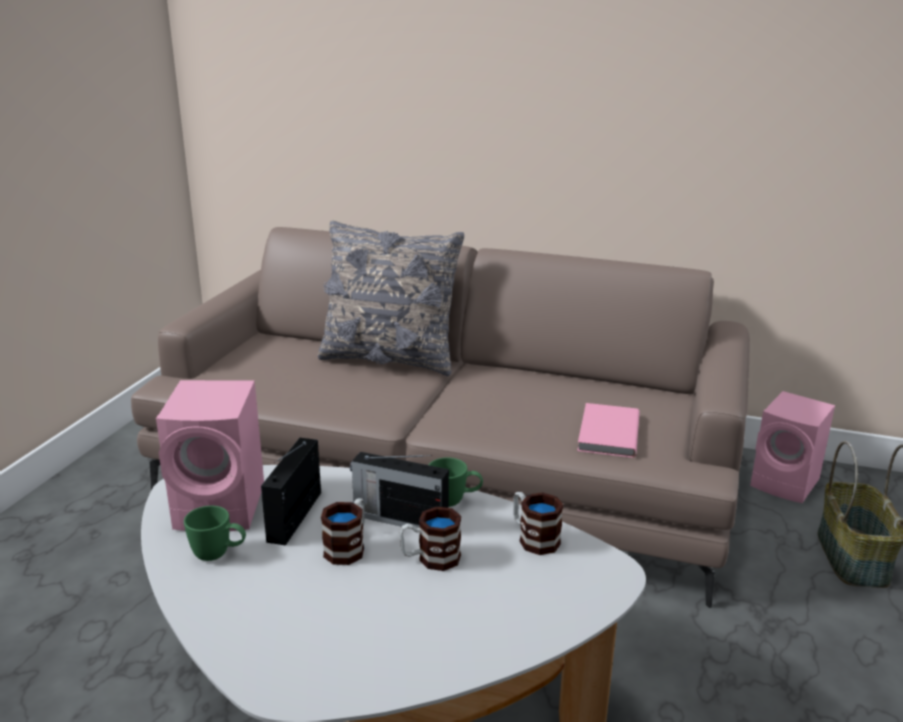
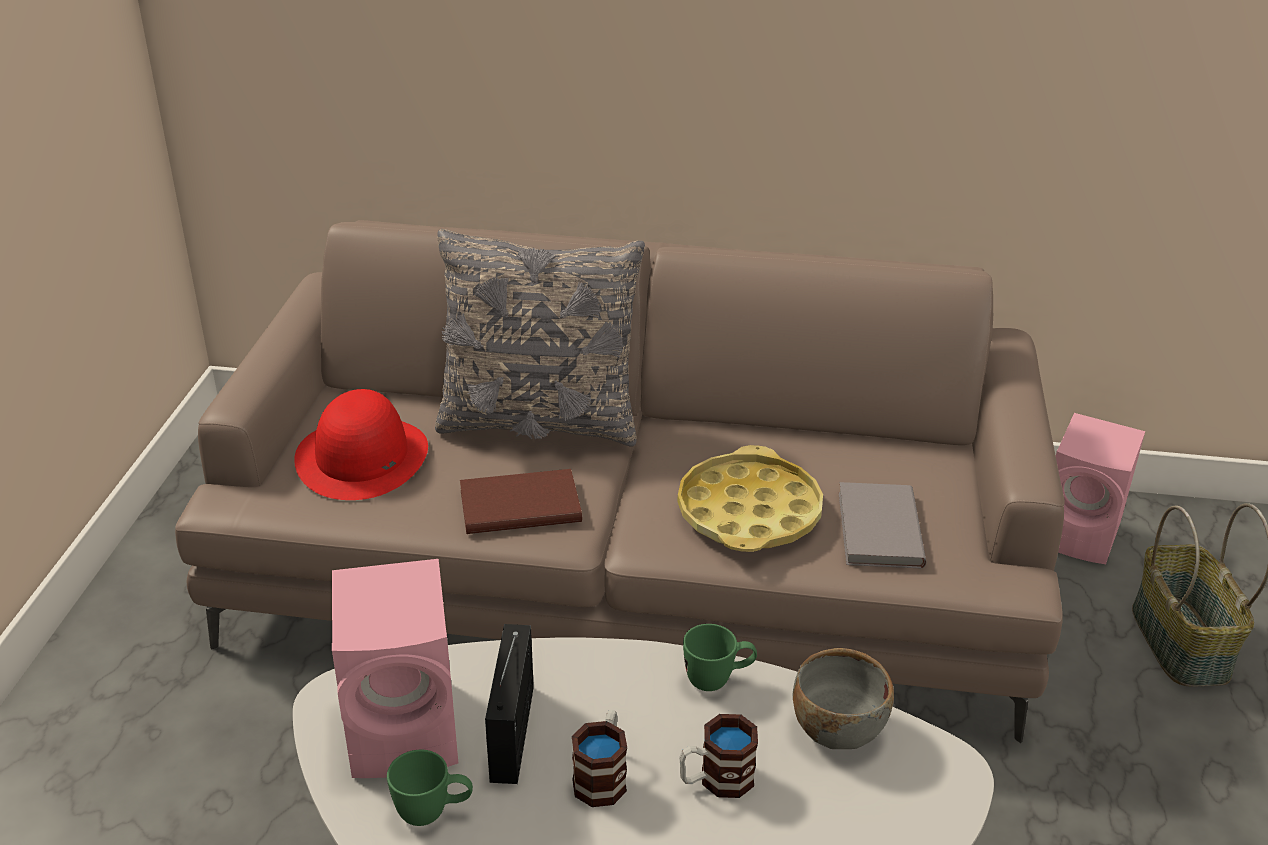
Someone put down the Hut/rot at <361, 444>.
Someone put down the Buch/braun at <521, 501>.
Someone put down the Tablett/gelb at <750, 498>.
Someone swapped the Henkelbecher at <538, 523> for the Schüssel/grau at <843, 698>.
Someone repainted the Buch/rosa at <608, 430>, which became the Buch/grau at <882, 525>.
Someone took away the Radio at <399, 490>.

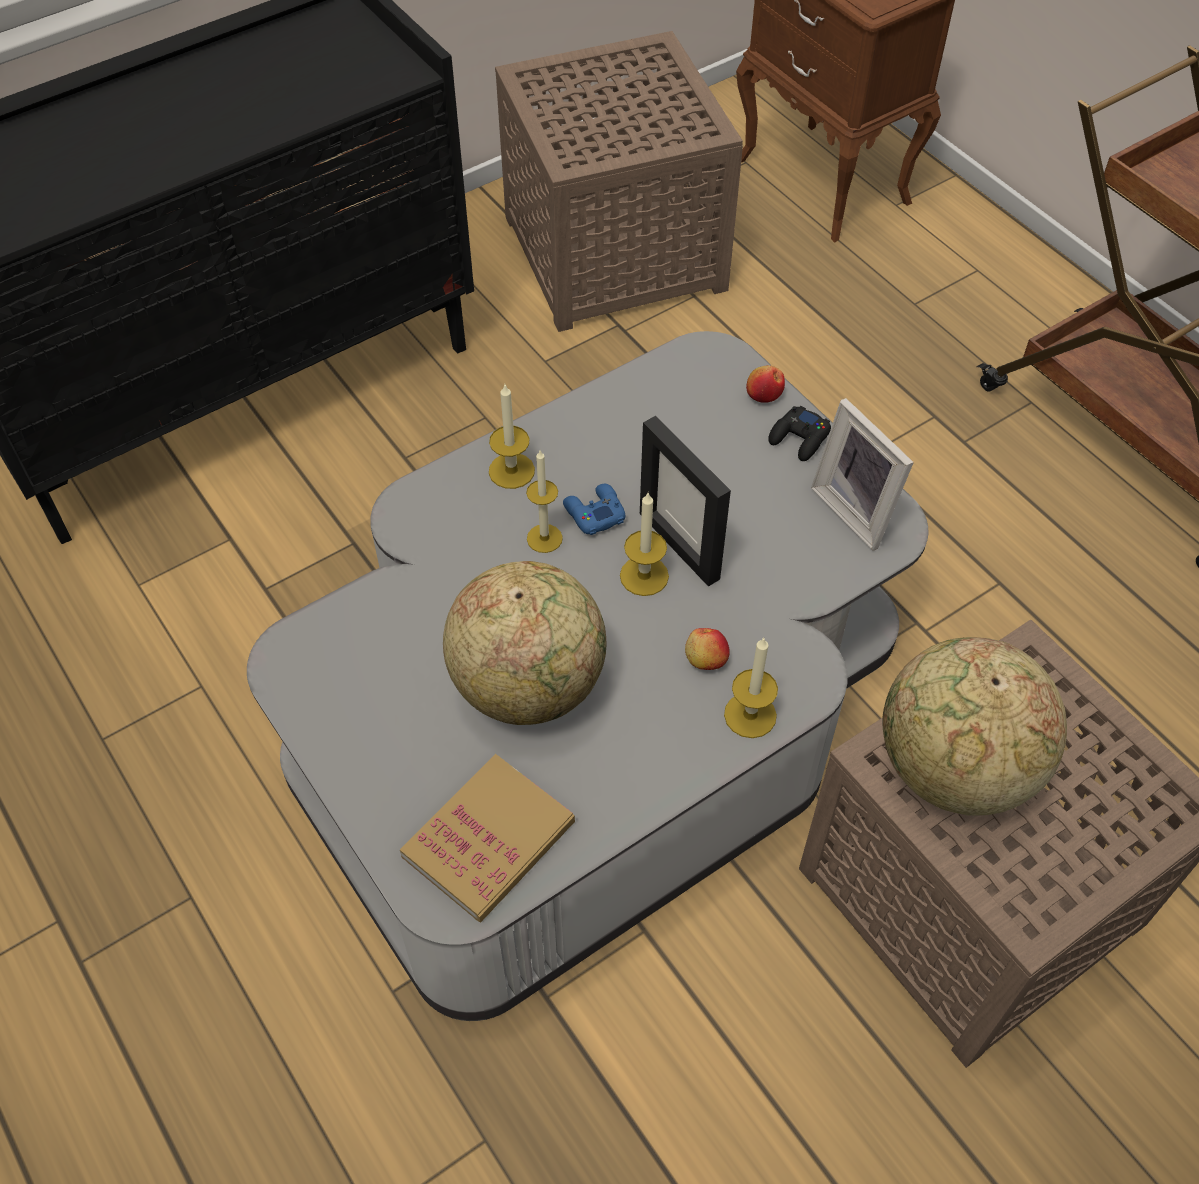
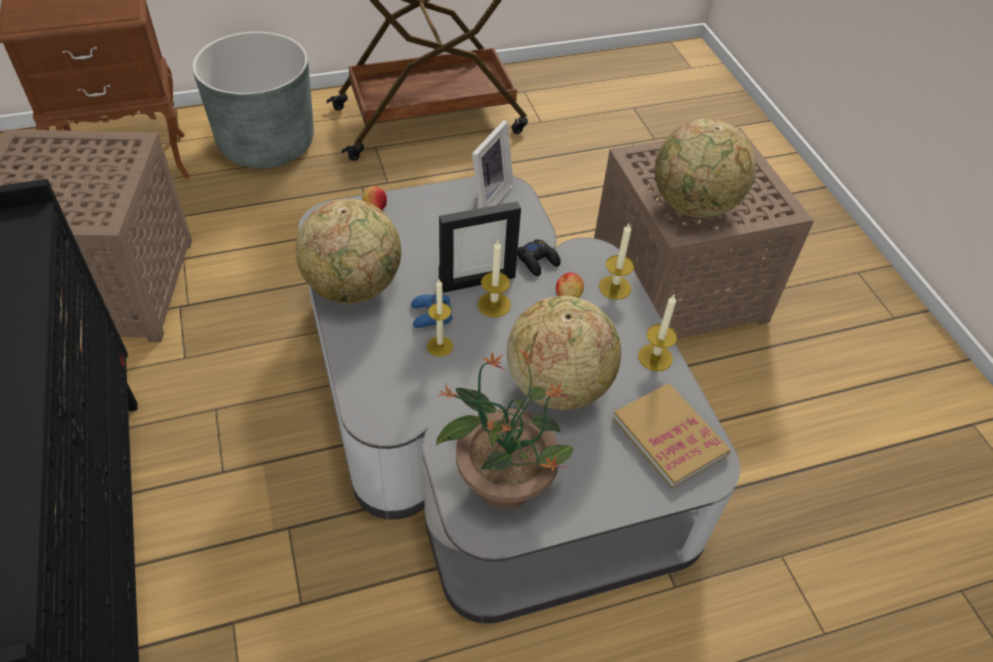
Someone put down the Pflanzkübel/grau at <253, 99>.
Someone put down the Globus at <348, 251>.
Someone put down the Topfpflanze at <504, 429>.
Someone rotated the Bilderrahmen at <862, 474> by 45 degrees counterclockwise.
Someone carried the Gamepad/schwarz from <799, 433> to <539, 257>.
Someone carried the Kerze from <512, 437> to <657, 333>.

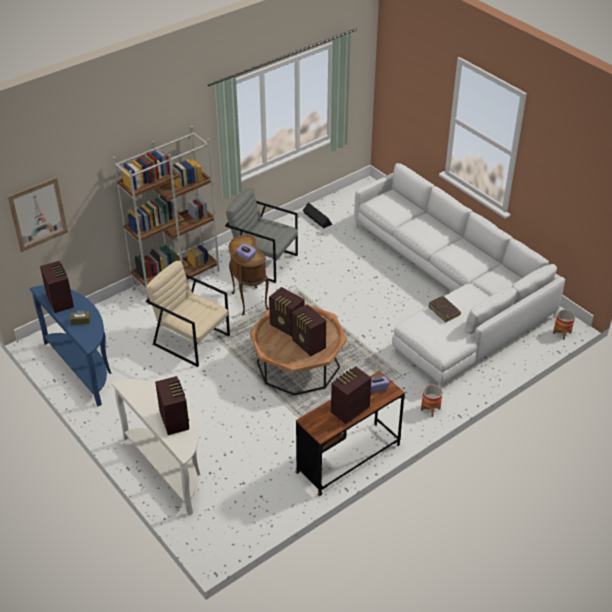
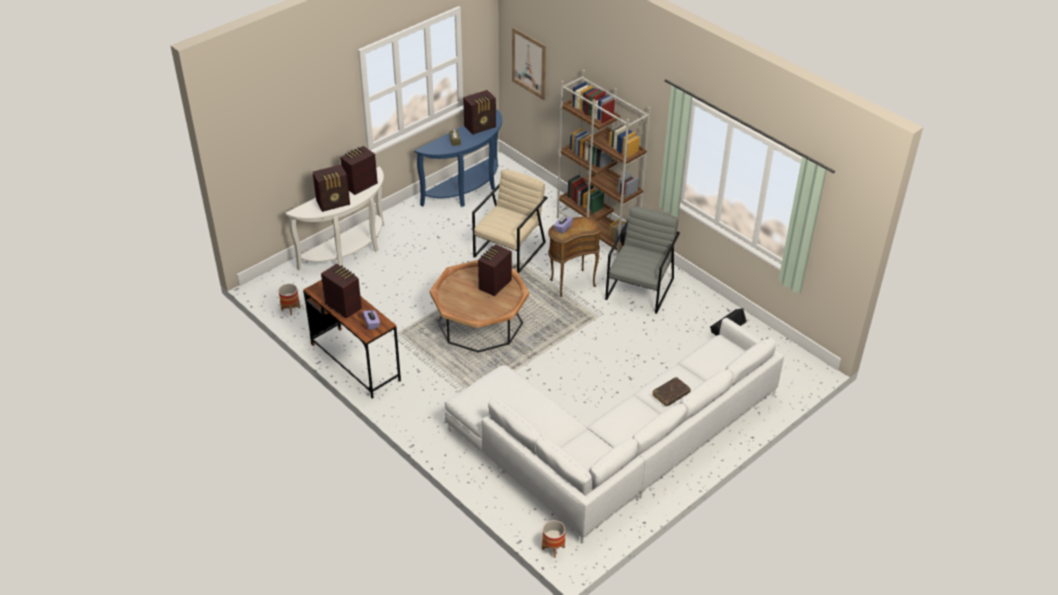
Someone carried the Pflanzkübel from <431, 401> to <290, 299>.
Someone carried the Radio from <309, 330> to <359, 170>.
Someone carried the Buch/braun from <444, 309> to <671, 392>.

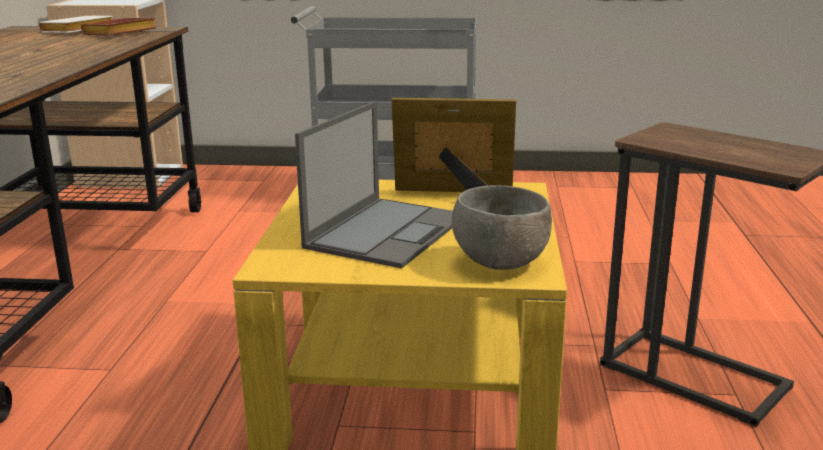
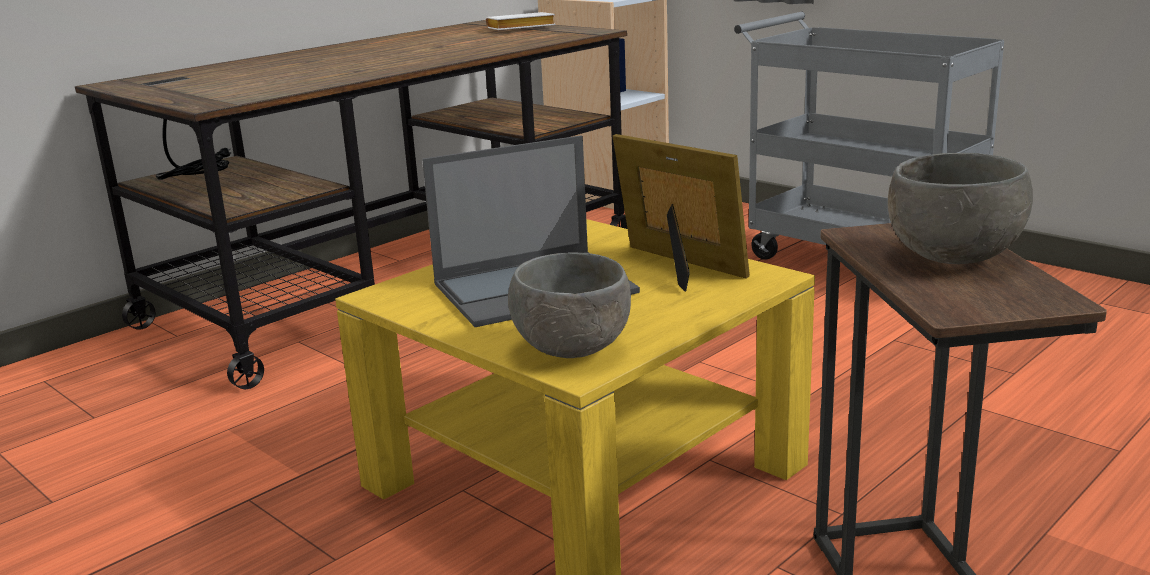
Someone put down the Schüssel/grau at <960, 208>.
Someone took away the Buch/braun at <118, 27>.

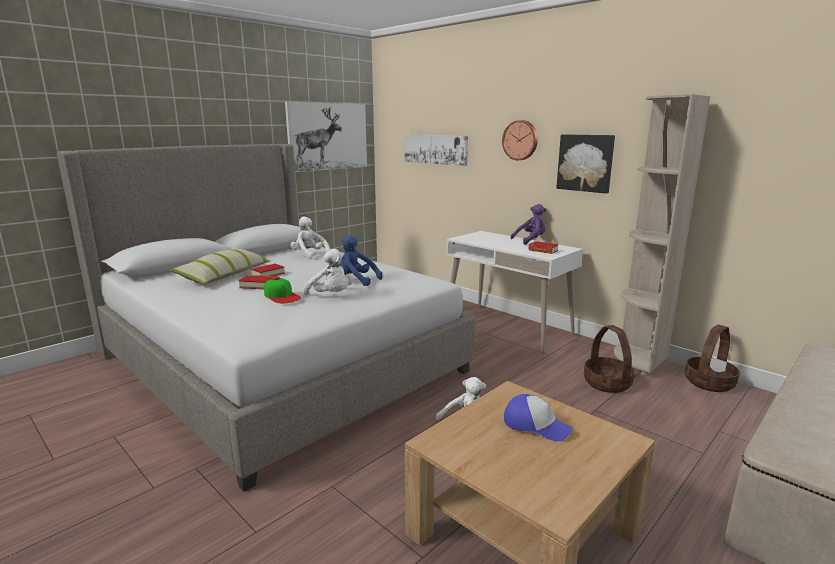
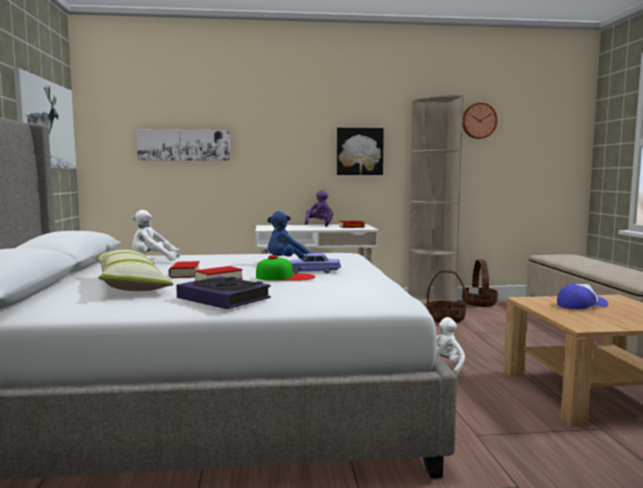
Someone put down the Buch at <223, 292>.
Someone swapped the Plüschtier/weiß at <328, 272> for the Spielzeugauto at <315, 263>.
Someone carried the Wanduhr from <520, 140> to <480, 121>.

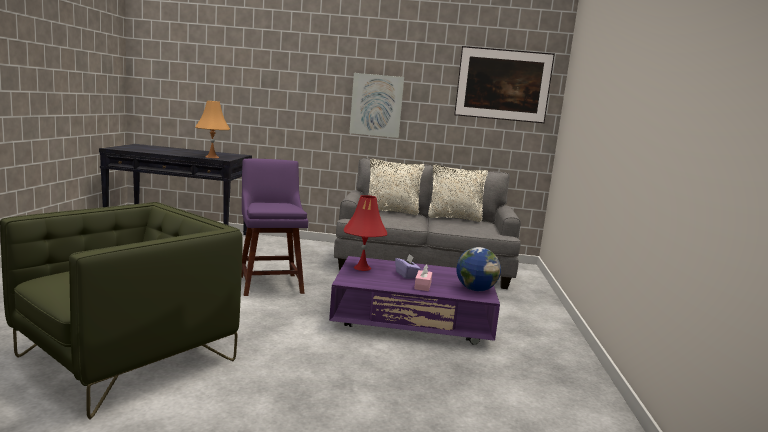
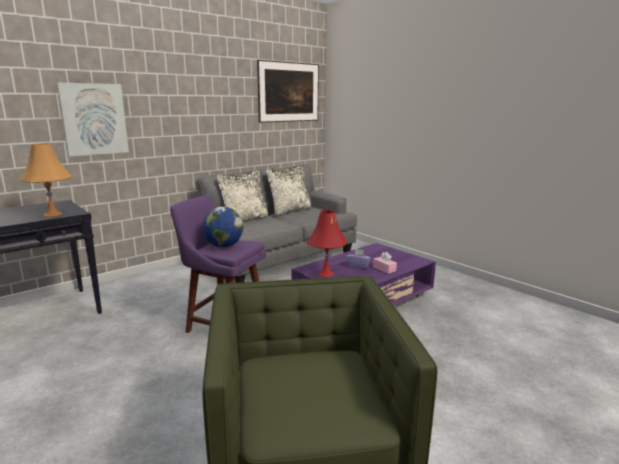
Someone carried the Bild from <376, 105> to <93, 119>.
Someone carried the Globus from <479, 269> to <223, 227>.

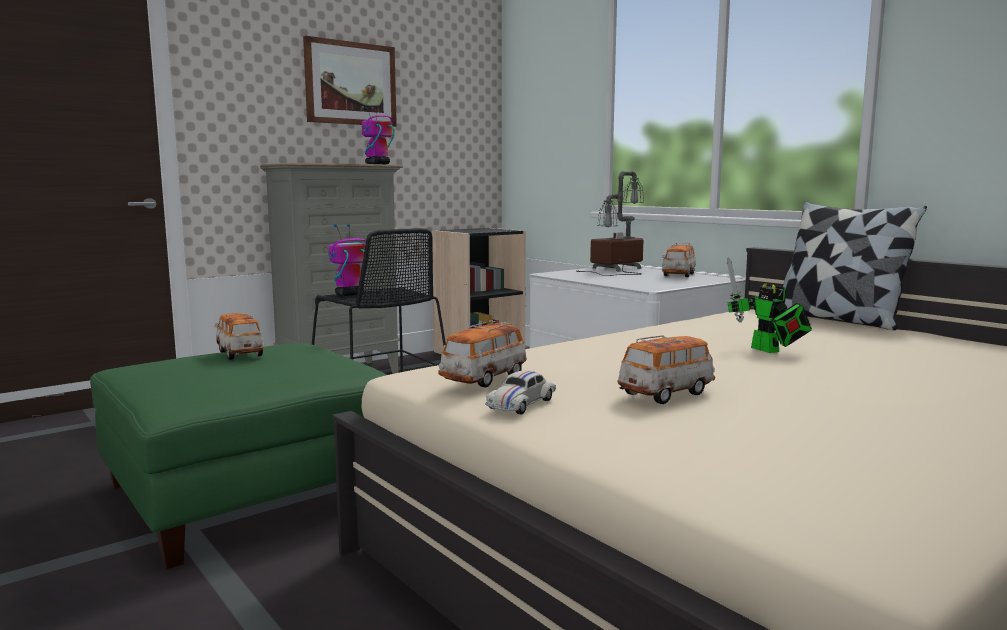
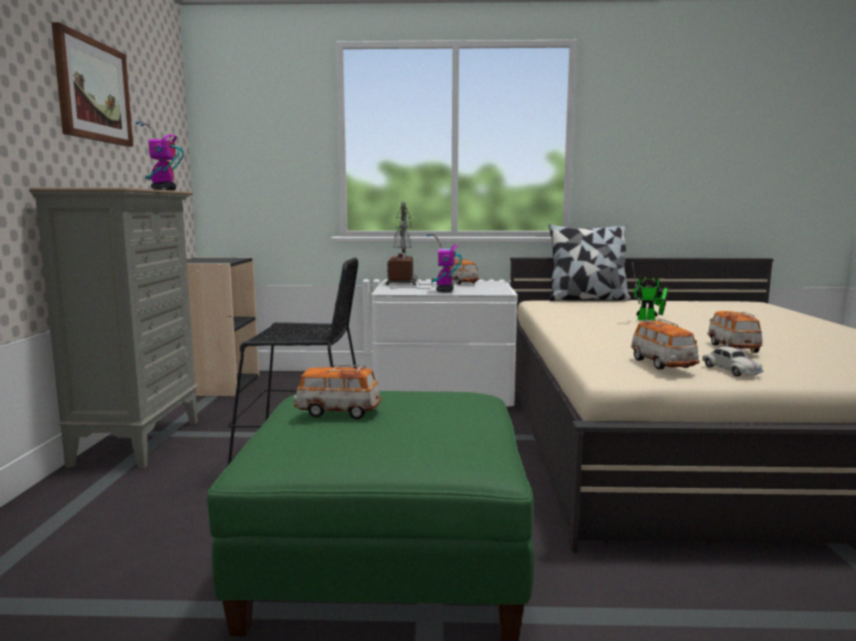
Someone carried the Spielzeugroboter from <347, 260> to <444, 263>.

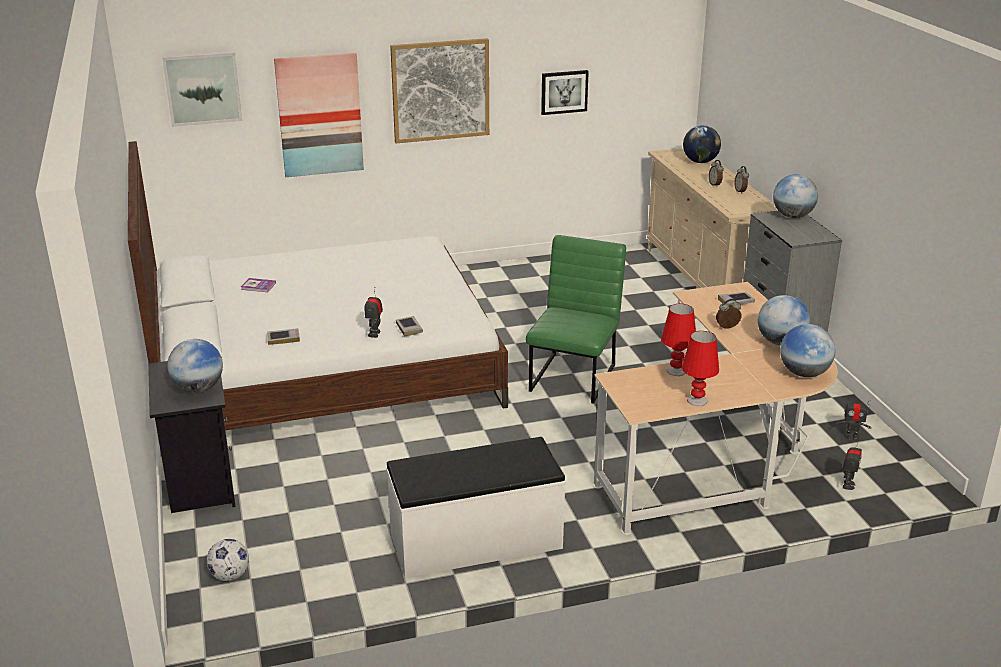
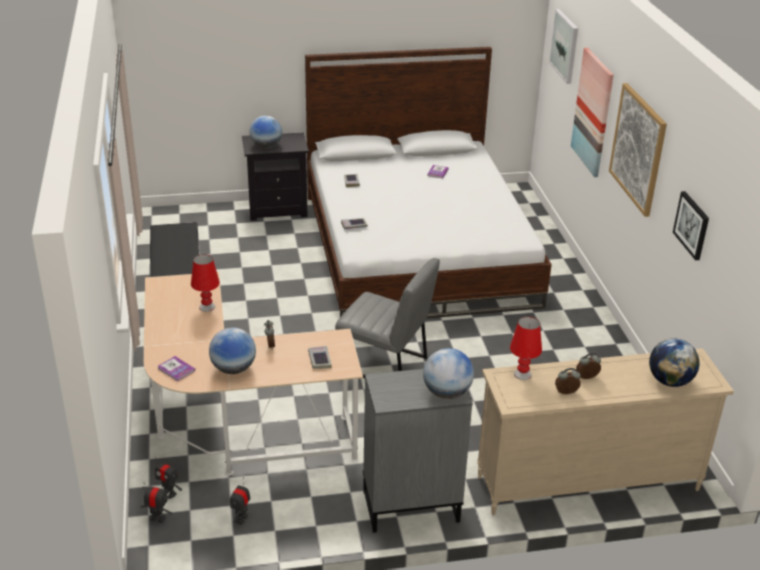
Someone carried the Spielzeugroboter from <374, 312> to <157, 503>.
Someone swapped the Globus at <807, 350> for the Buch at <176, 369>.
Someone repainted the Stuhl/grün at <576, 319>, which became the Stuhl/grau at <387, 318>.
Someone carried the Tischlampe/rot from <700, 368> to <526, 348>.
Someone took away the Fußball at <228, 560>.

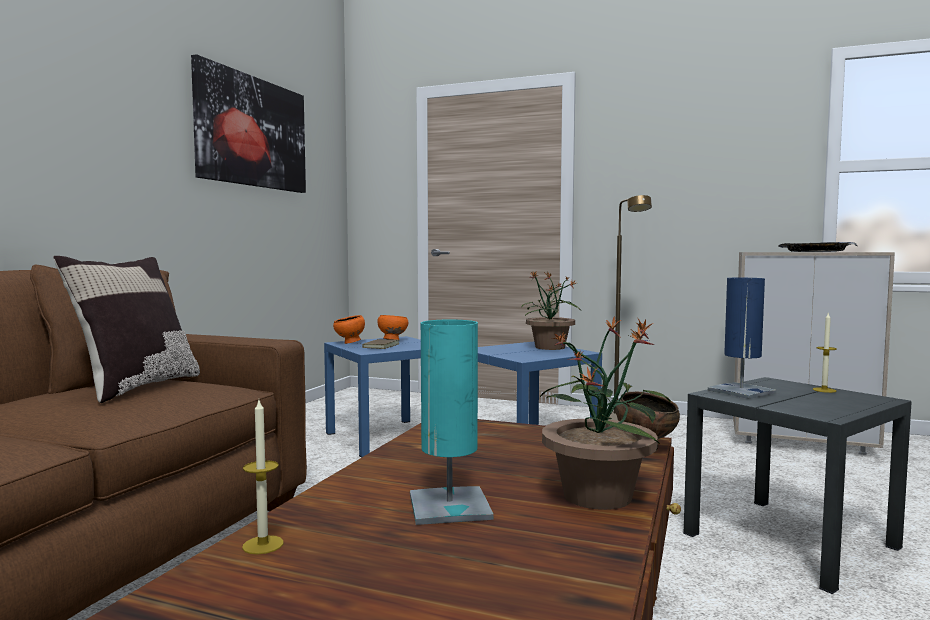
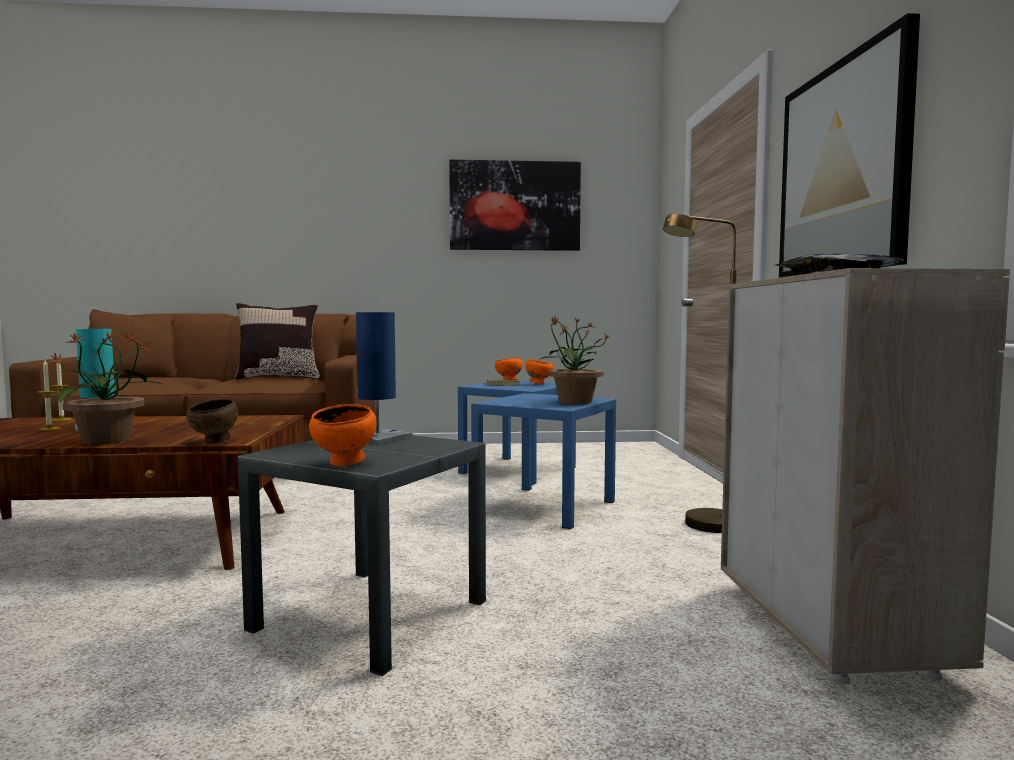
Someone carried the Kerze from <825, 353> to <49, 395>.
Someone put down the Schüssel/orange at <343, 435>.
Someone put up the Bild at <849, 145>.

